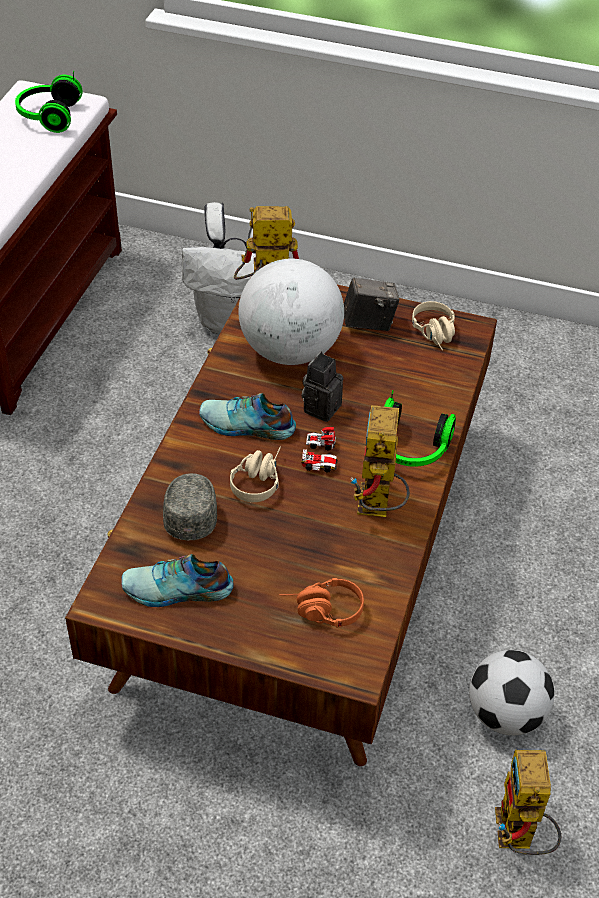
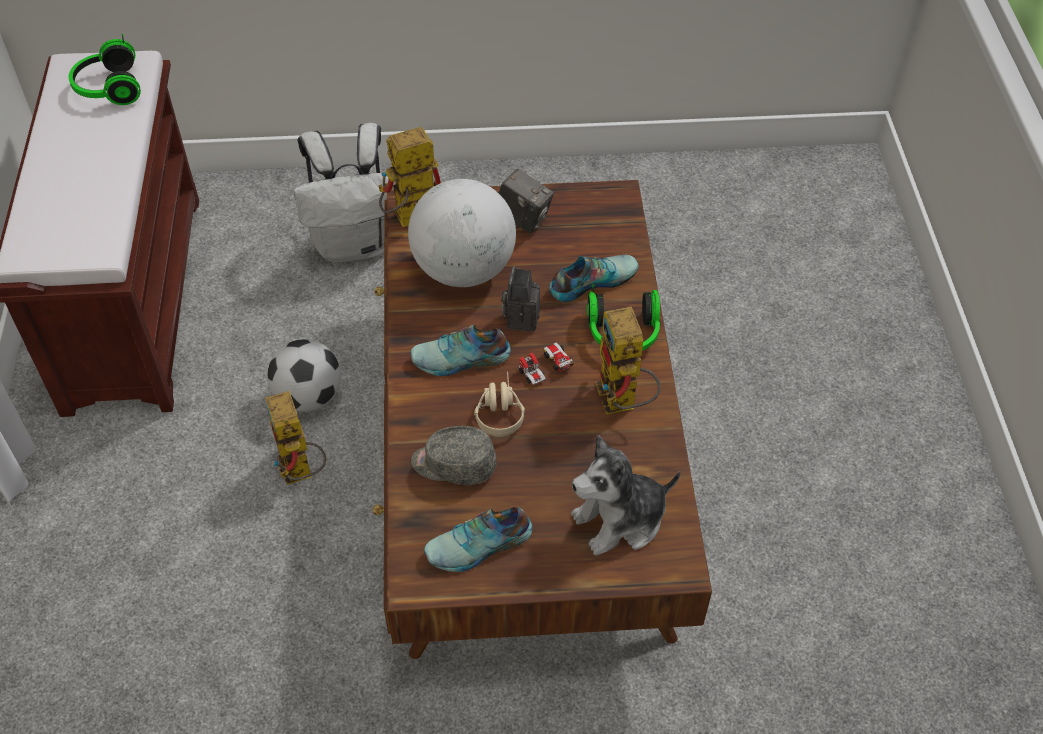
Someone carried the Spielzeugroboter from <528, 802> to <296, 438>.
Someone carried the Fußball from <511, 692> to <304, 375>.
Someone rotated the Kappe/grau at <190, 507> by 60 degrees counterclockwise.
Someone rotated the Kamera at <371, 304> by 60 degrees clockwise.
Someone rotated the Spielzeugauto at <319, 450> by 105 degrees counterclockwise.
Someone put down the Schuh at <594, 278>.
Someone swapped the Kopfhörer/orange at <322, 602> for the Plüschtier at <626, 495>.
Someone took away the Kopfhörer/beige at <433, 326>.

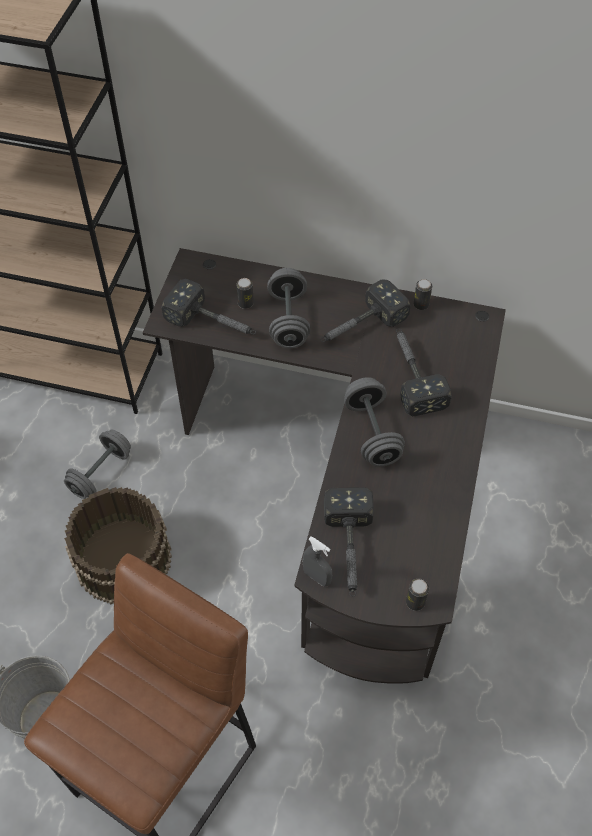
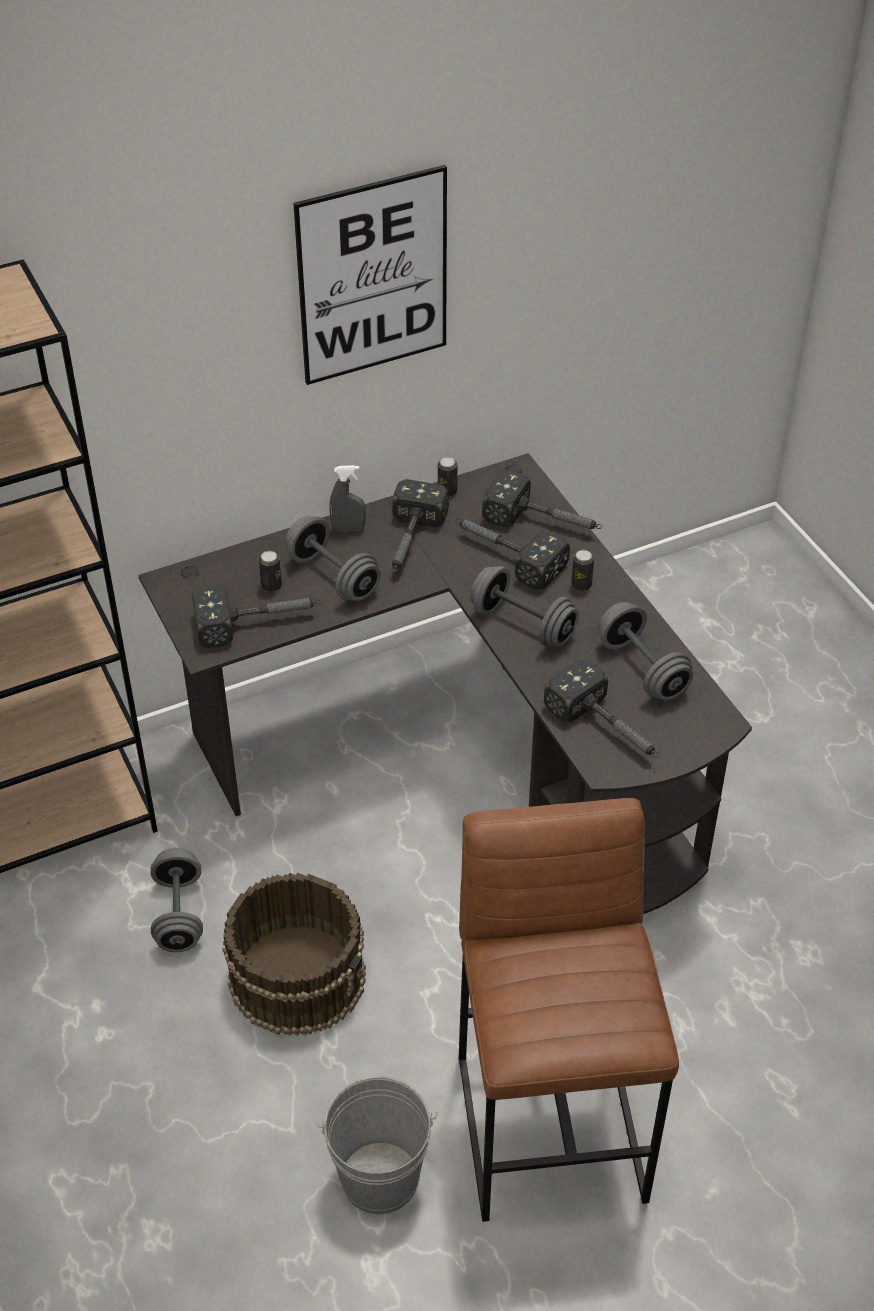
Someone put up the Bild at <370, 275>.
Someone carried the Sprühflasche/grau from <317, 561> to <347, 498>.
Someone put down the Hammer at <542, 499>.
Someone carried the Dose from <417, 595> to <582, 570>.
Someone put down the Hantel/grau at <645, 651>.

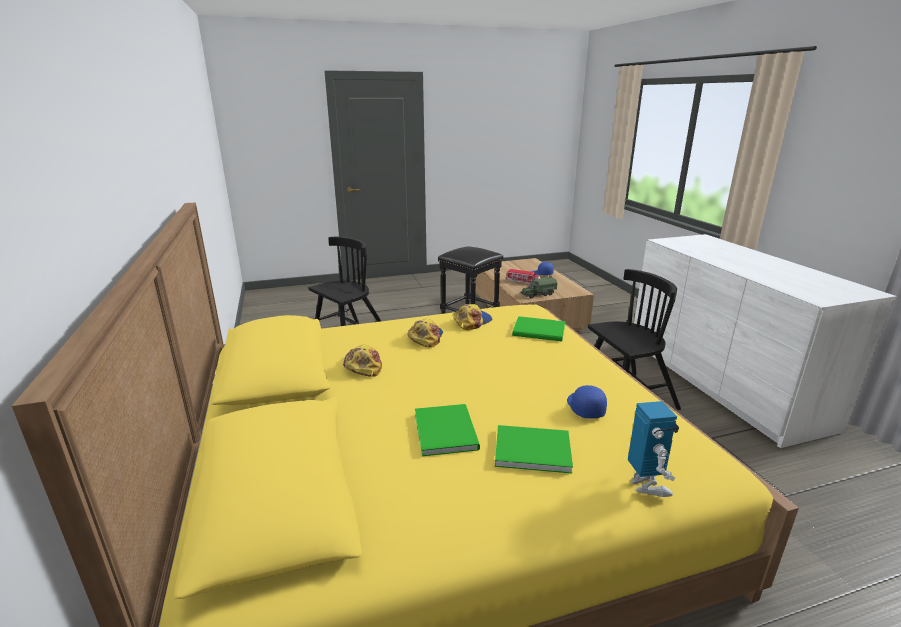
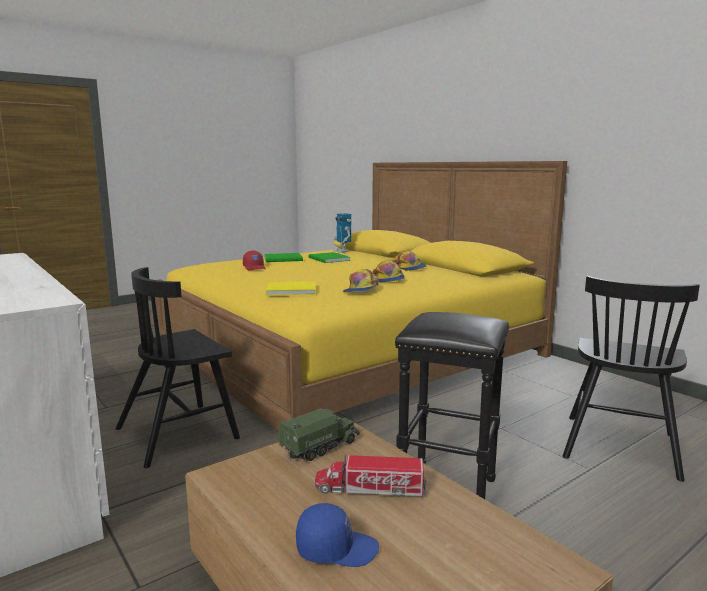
Someone repainted the Kappe/blau at <587, 402>, which became the Kappe/rot at <254, 260>.
Someone repainted the Buch/grün at <538, 328>, which became the Buch/gelb at <291, 288>.
Someone carried the Spielzeugroboter from <653, 449> to <342, 233>.

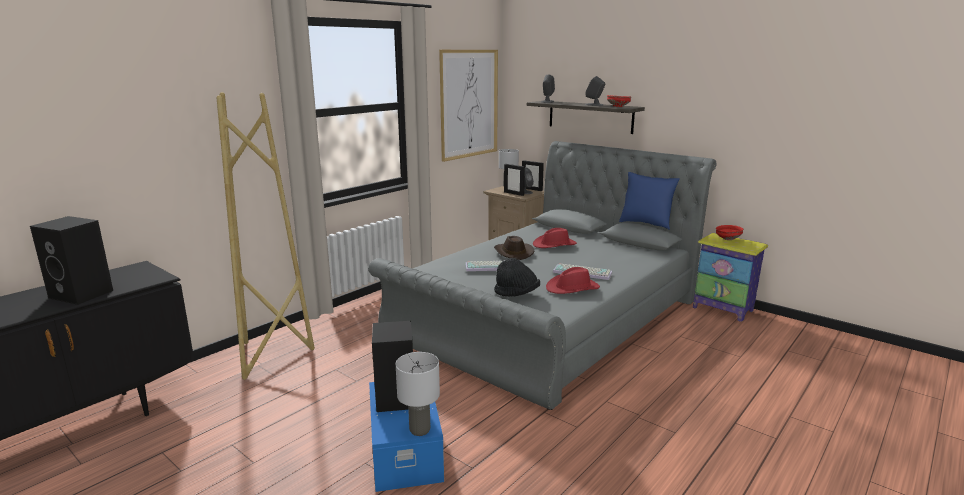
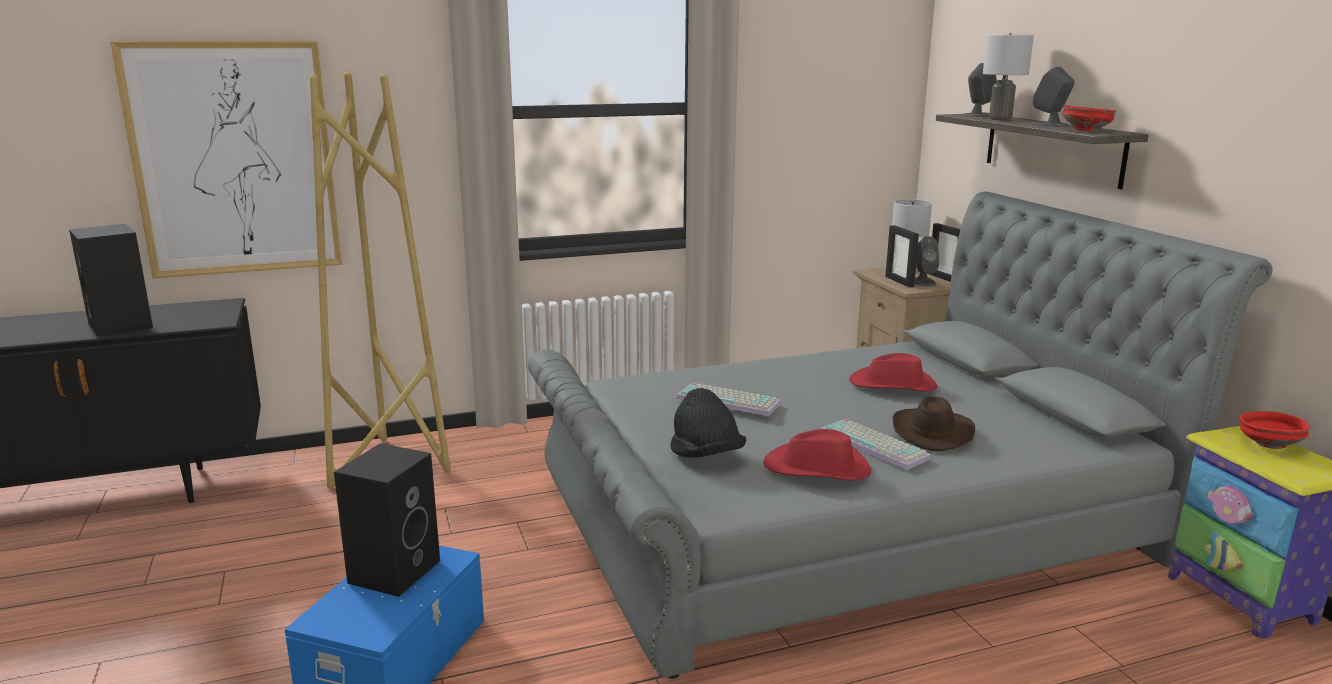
Someone carried the Bild from <468, 106> to <226, 159>.
Someone carried the Hut/braun from <514, 248> to <933, 423>.
Someone carried the Tischlampe/weiß from <418, 394> to <1008, 76>.
Someone took away the Kissen/blau at <649, 201>.

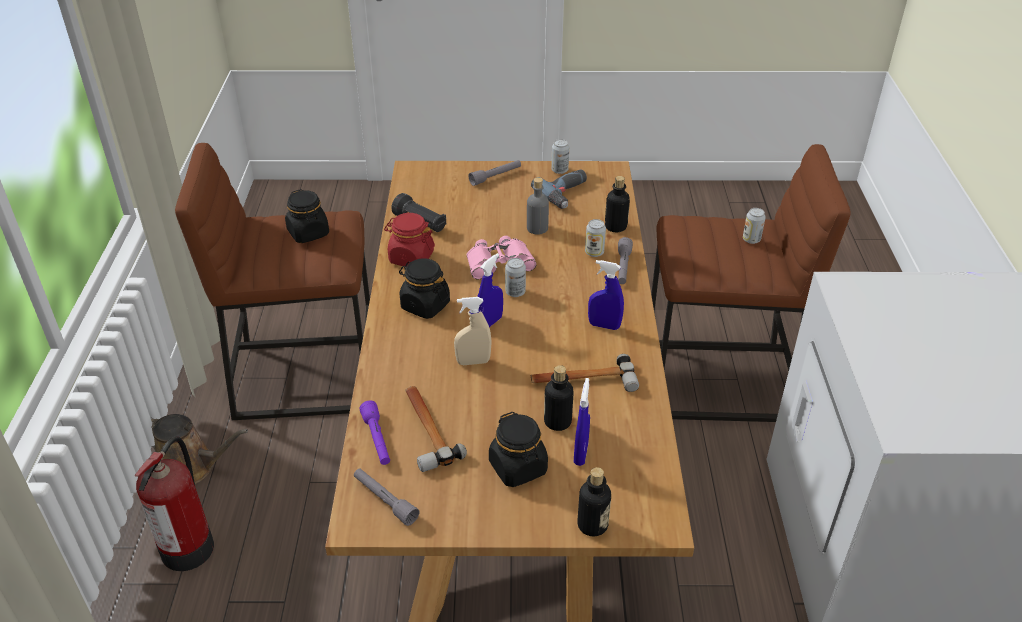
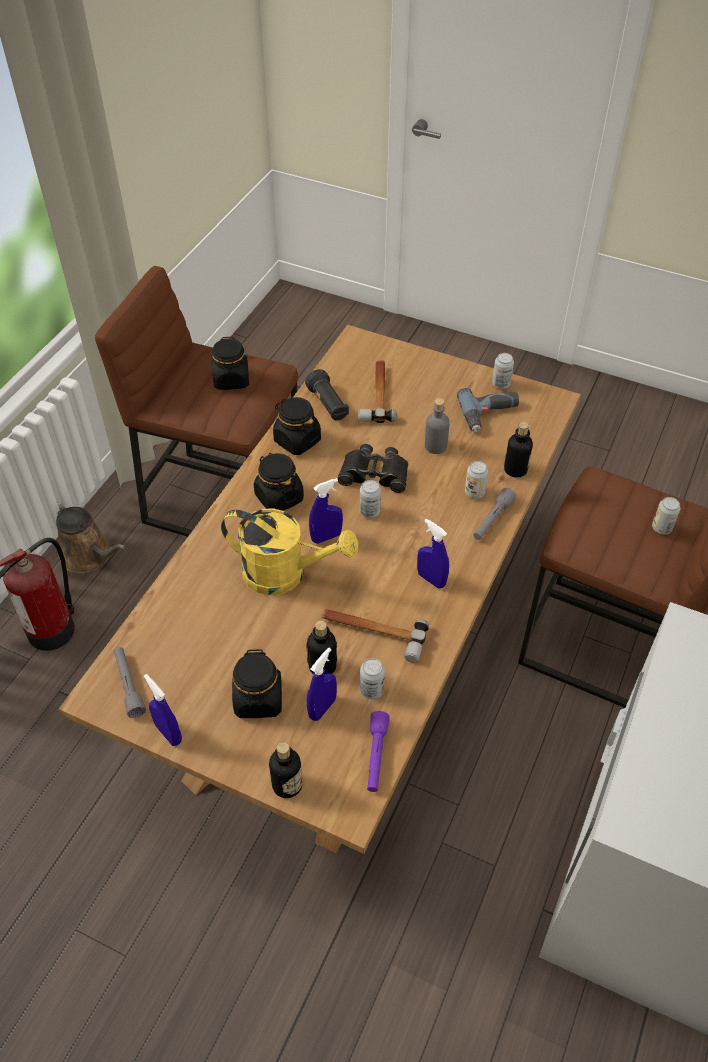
Someone put down the Sprühflasche/blau at <163, 710>.
Someone swapped the Sprühflasche/beige at <473, 331> for the Gießkanne/gelb at <289, 551>.
Someone repainted the Vorratsglas/rot at <409, 240>, which became the Vorratsglas/schwarz at <297, 426>.
Someone repainted the Fernglas/rosa at <501, 258>, which became the Fernglas/schwarz at <373, 468>.
Someone carried the Hammer from <436, 429> to <377, 391>.
Someone put down the Dose at <372, 678>.
Someone carried the Taschenlampe/lila from <374, 433> to <378, 751>.
Someone took away the Taschenlampe/grau at <495, 173>.

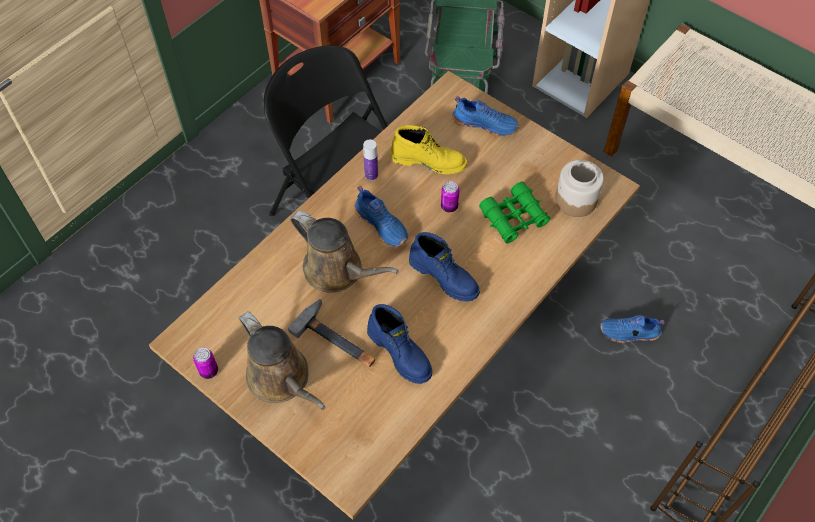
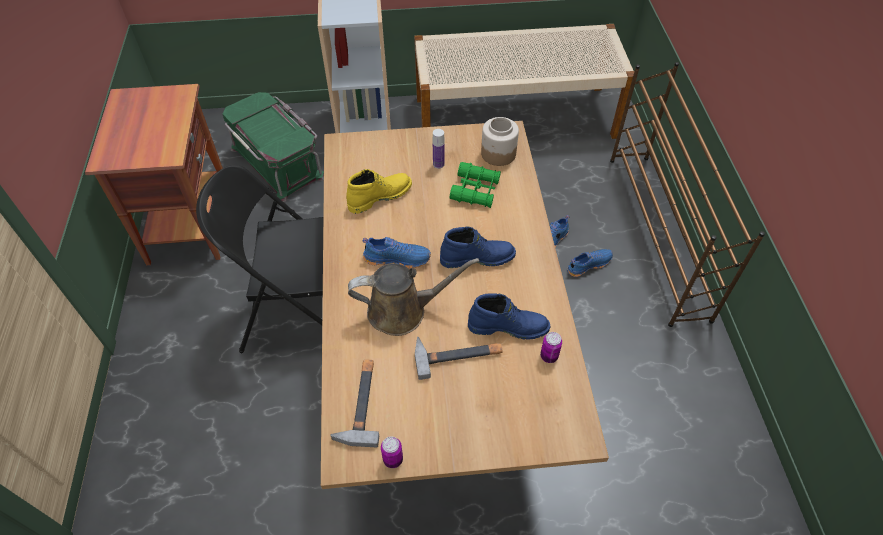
Someone put down the Hammer at <354, 403>.
Someone carried the Flasche from <370, 160> to <439, 149>.
Someone carried the Dose from <450, 196> to <551, 347>.
Someone carried the Schuh/blau from <485, 116> to <590, 263>.
Someone took away the Gießkanne/braun at <282, 360>.

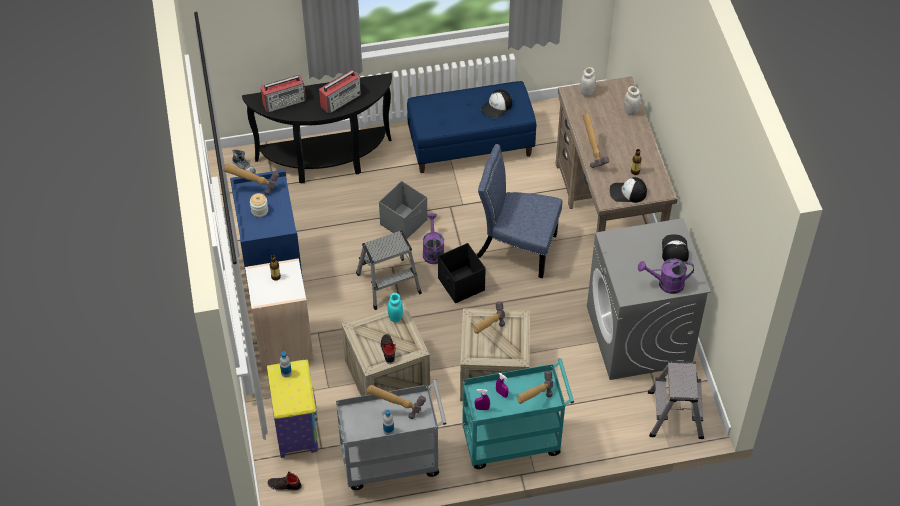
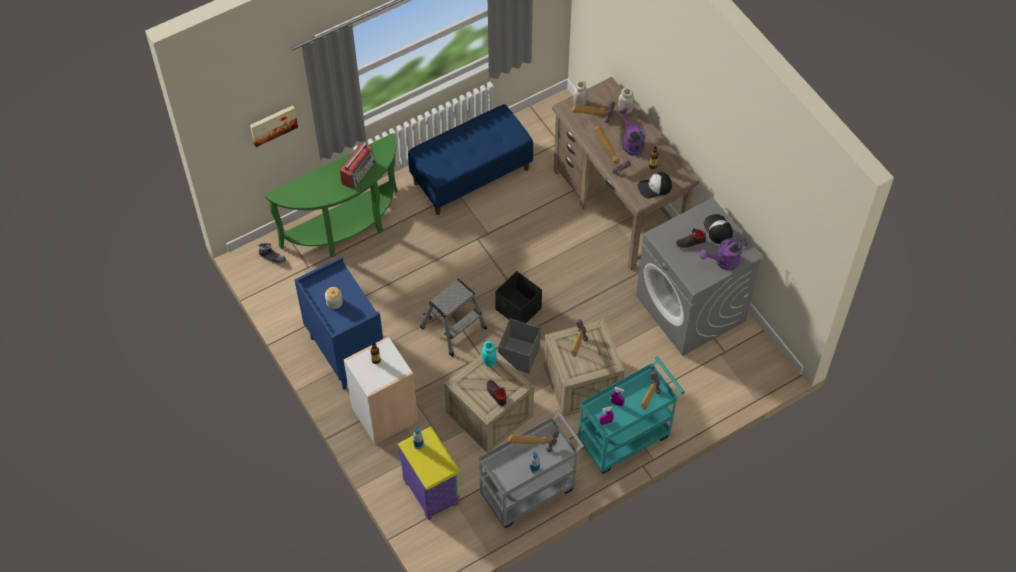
Someone put up the Bild at <274, 126>.
Someone repainted the Konsolentisch/schwarz at <317, 128>, which became the Konsolentisch/grün at <331, 195>.
Someone carried the Aufbewahrungsbox/grau from <403, 210> to <519, 346>.
Someone carried the Hammer from <251, 179> to <594, 112>.
Someone carried the Gießkanne/lila from <433, 238> to <632, 131>.
Someone carried the Schuh/schwarz from <284, 481> to <690, 239>.
Someone took away the Radio at <283, 93>.
Someone took away the Stuhl/blau at <519, 211>.
Someone took away the Kappe at <496, 104>.
Someone took away the Trittleiter/grau at <676, 400>.

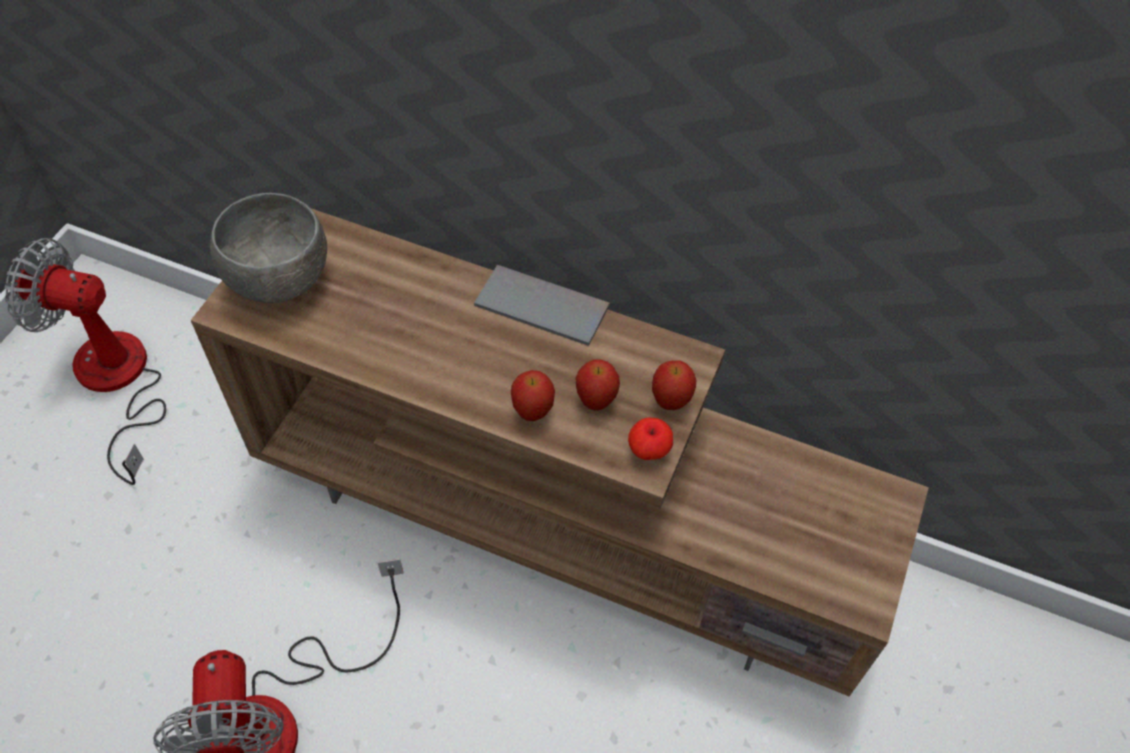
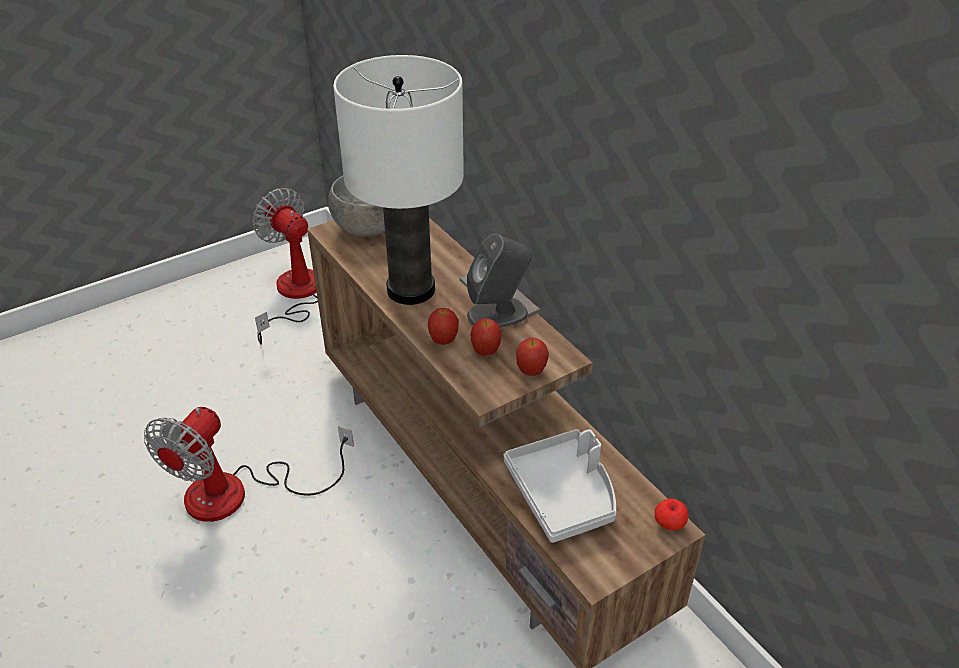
Someone put down the Tischlampe/weiß at <398, 180>.
Someone put down the Lautsprecher/grau at <499, 281>.
Someone put down the Tablett/grau at <560, 486>.
Someone carried the Apfel from <650, 439> to <672, 514>.

